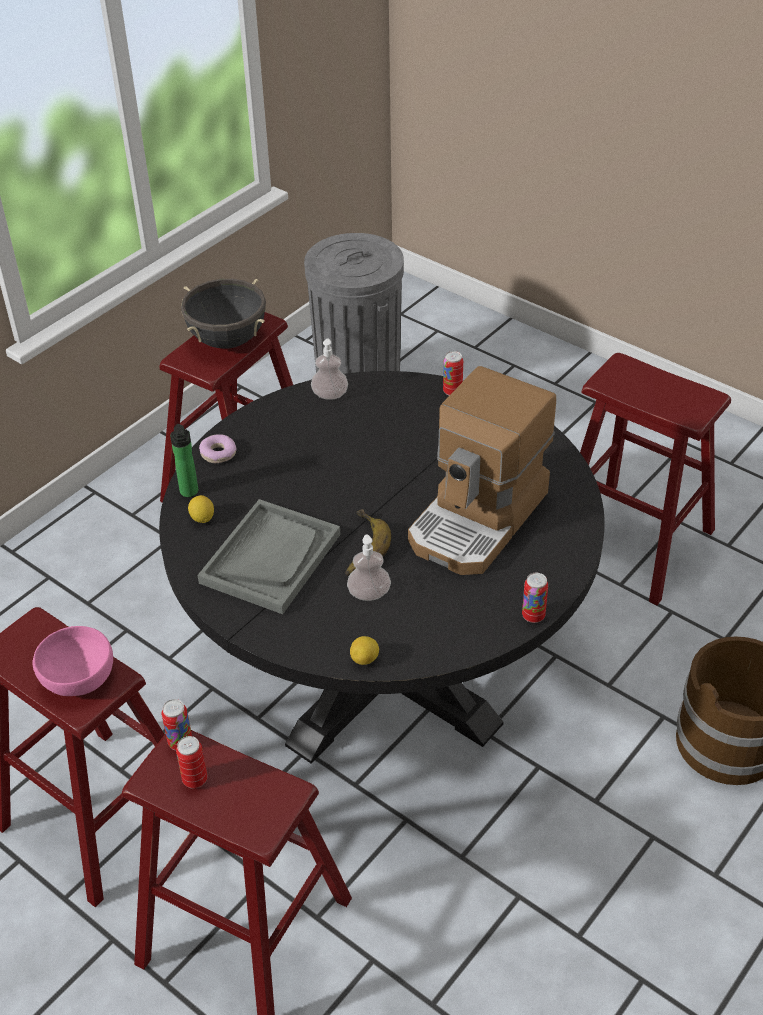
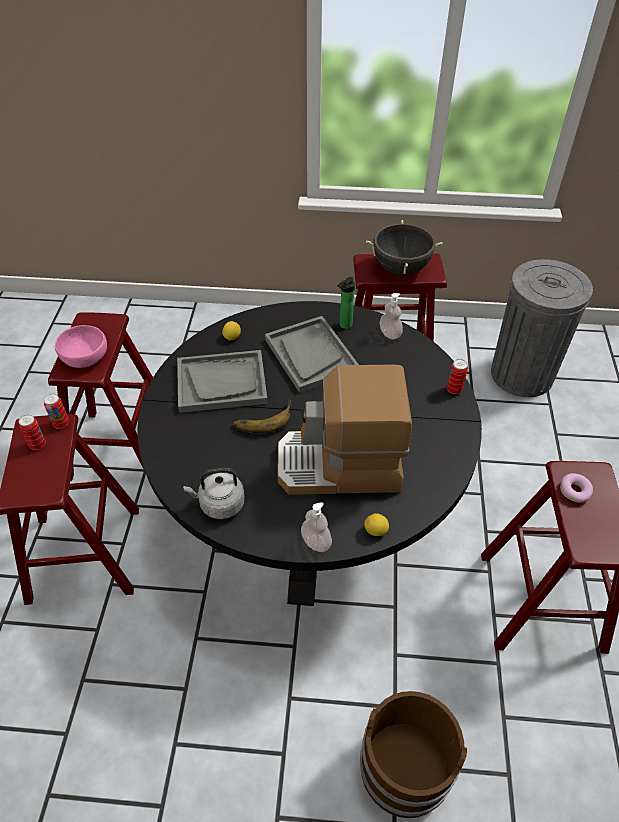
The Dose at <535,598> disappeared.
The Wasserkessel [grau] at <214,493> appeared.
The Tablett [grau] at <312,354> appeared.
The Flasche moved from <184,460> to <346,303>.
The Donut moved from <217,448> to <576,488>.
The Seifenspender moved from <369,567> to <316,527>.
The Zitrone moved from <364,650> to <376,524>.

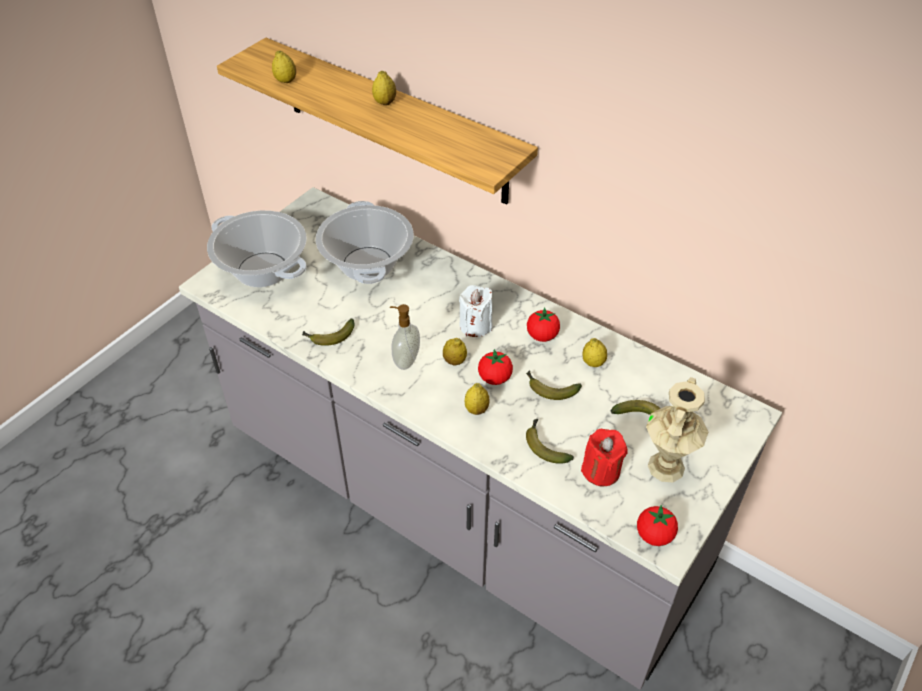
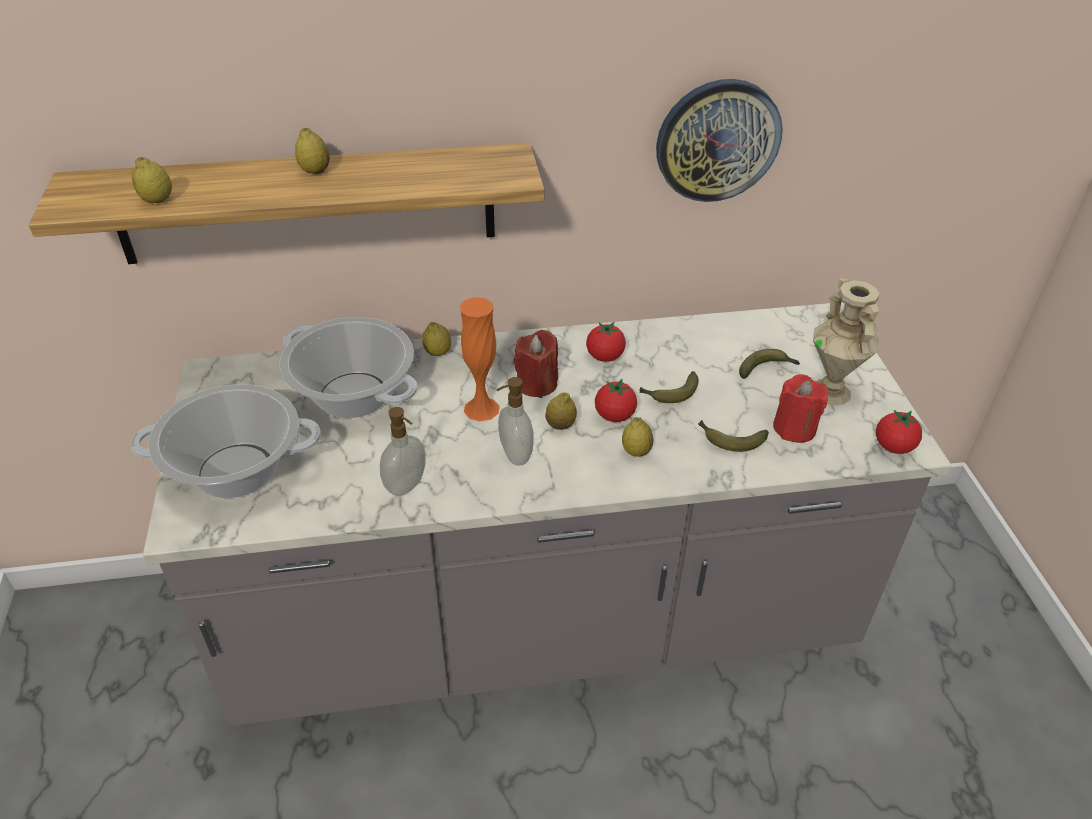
The Vase [orange] at <480,359> appeared.
The Wanduhr at <719,140> appeared.
The Zitrone moved from <594,352> to <436,339>.
The Banane at <328,332> was replaced by the Seifenspender at <403,451>.
The Kerze [weiß] at <476,311> became the Kerze [rot] at <535,364>.

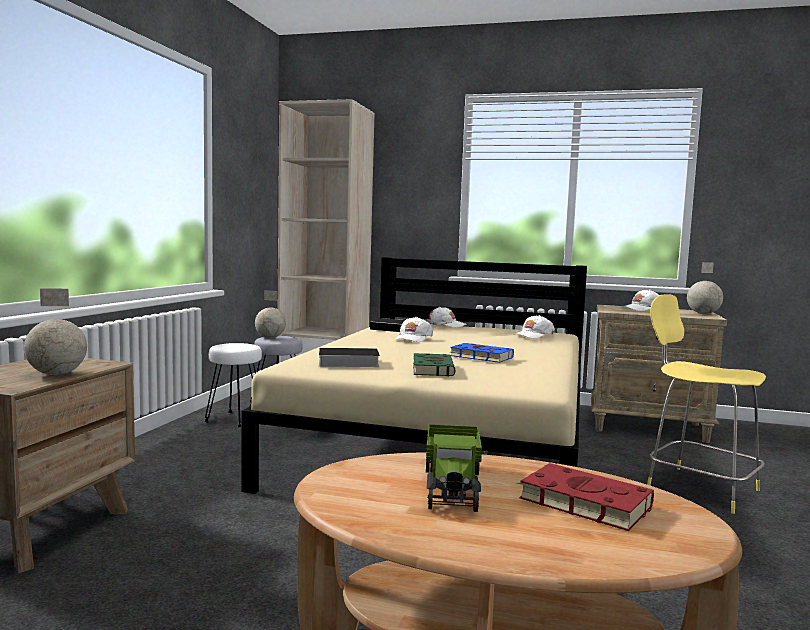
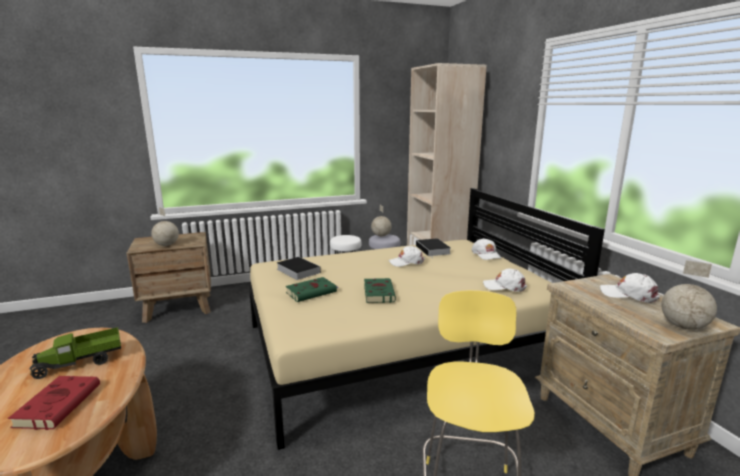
The Buch [blau] at <481,353> became the Buch [grün] at <380,290>.

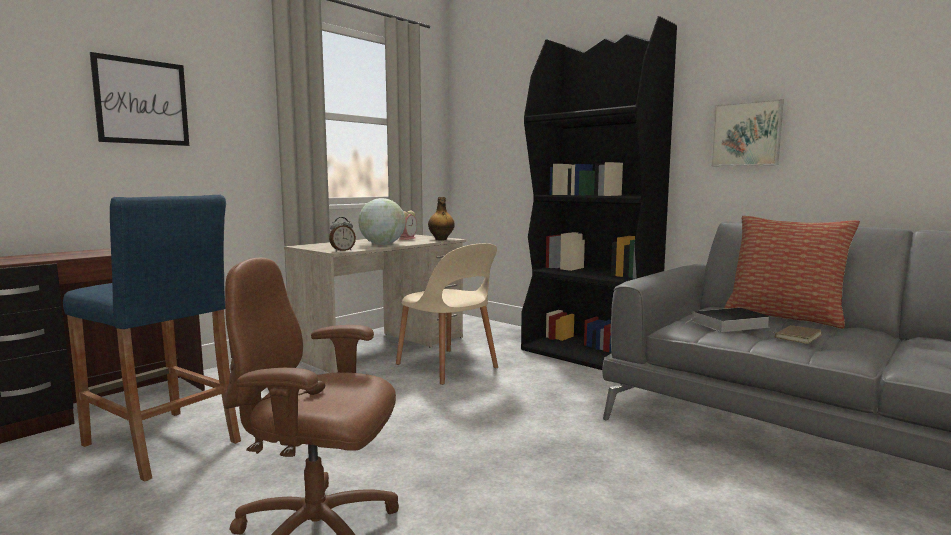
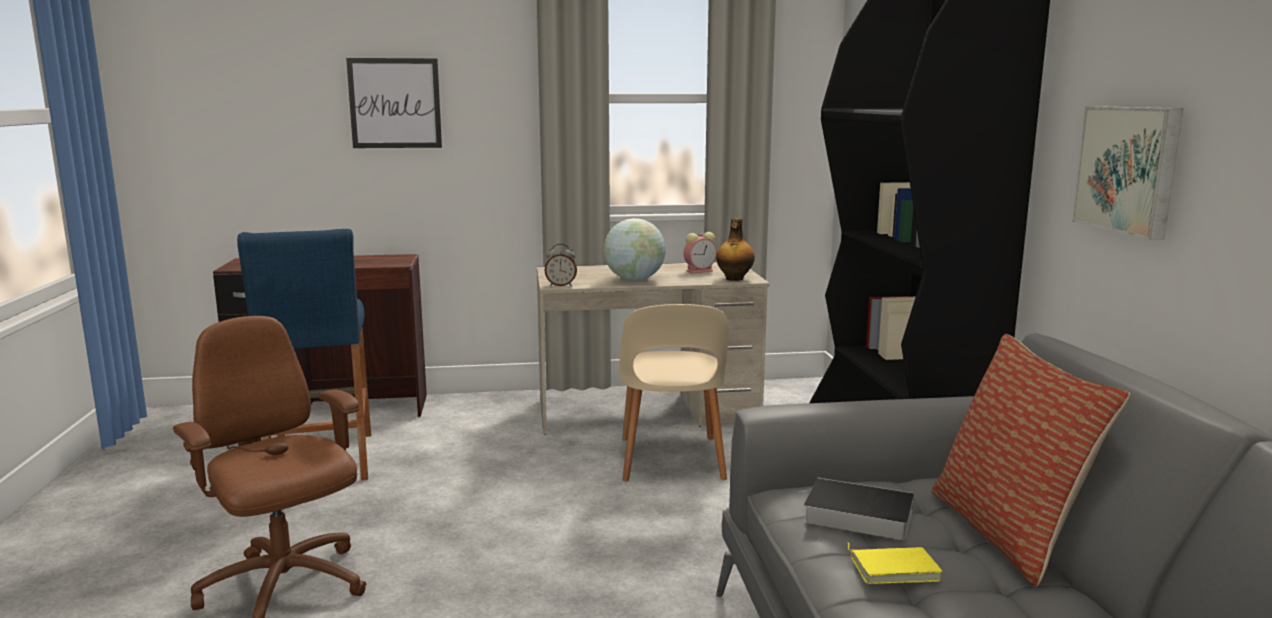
The Buch [braun] at <794,334> became the Buch [gelb] at <895,563>.

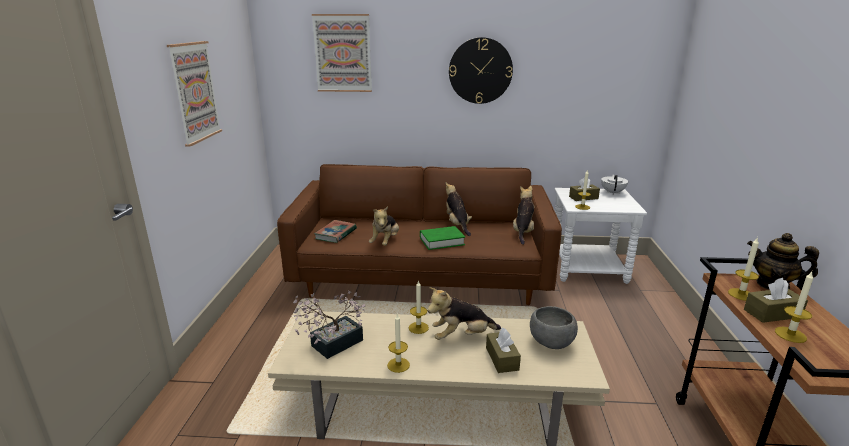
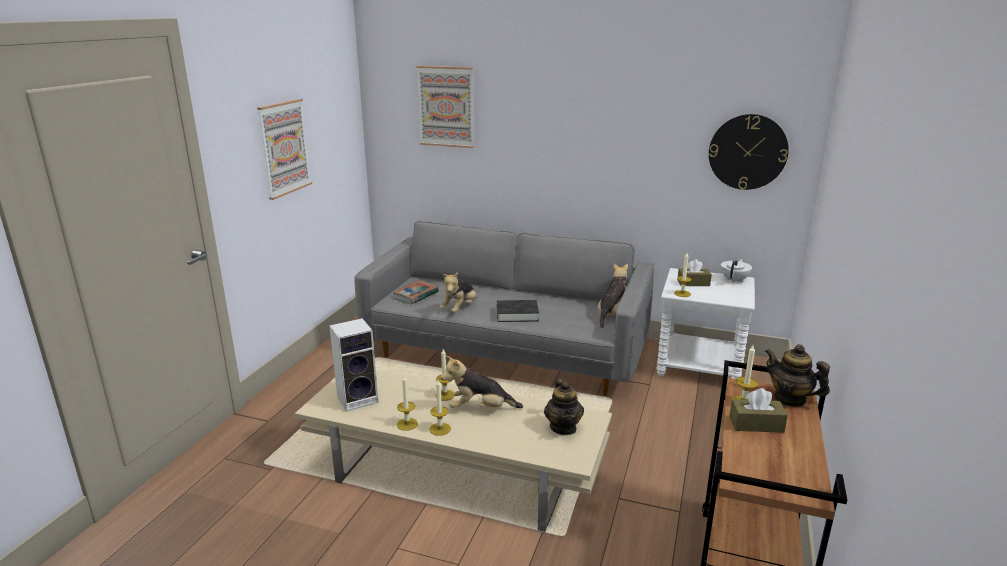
The Plüschtier at <458,209> disappeared.
The Taschentuchbox [braun] at <503,350> disappeared.
The Wanduhr moved from <481,70> to <749,152>.
The Kerze moved from <794,307> to <440,408>.
The Topfpflanze at <329,325> was replaced by the Lautsprecher at <354,365>.
The Schüssel [grau] at <554,327> was replaced by the Teekanne at <564,407>.
The Sofa [braun] at <419,234> became the Sofa [grau] at <504,308>.
The Buch [grün] at <442,238> became the Buch [schwarz] at <518,311>.

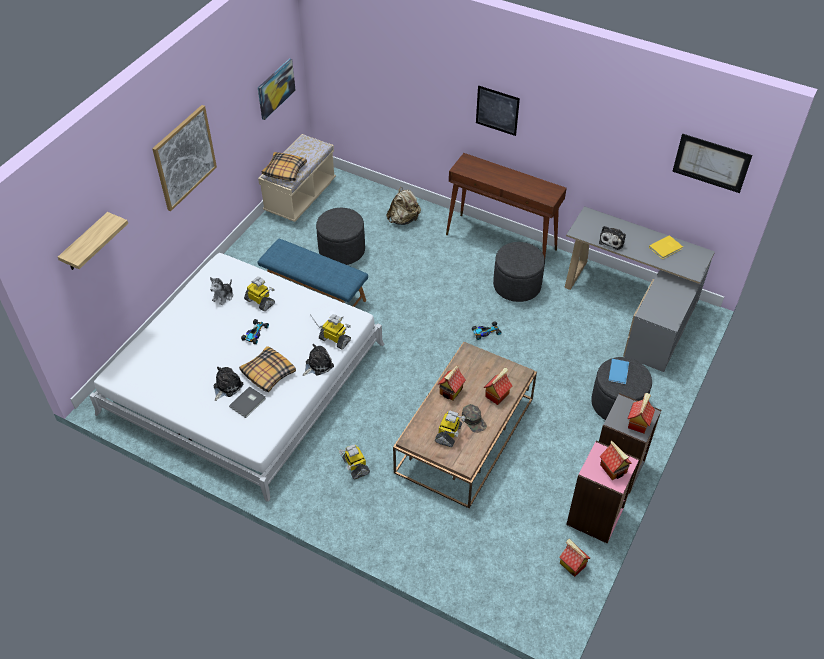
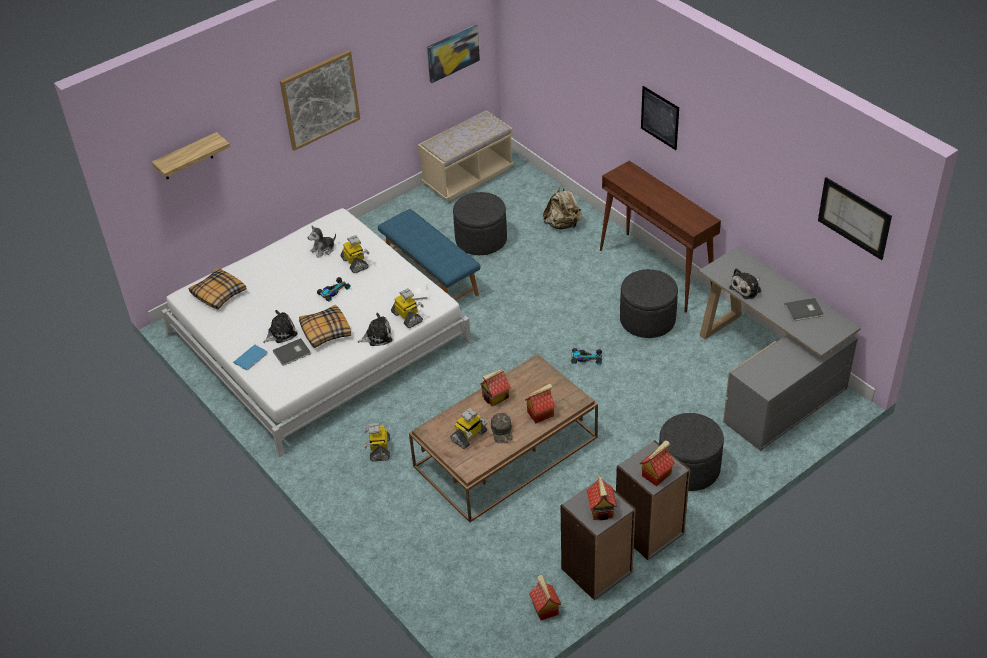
The Kissen moved from <284,166> to <218,288>.
The Buch [blau] moved from <618,371> to <250,358>.
The Bücherregal [rosa] at <602,492> became the Bücherregal [grau] at <598,541>.
The Buch [gelb] at <666,247> became the Buch [grau] at <804,309>.

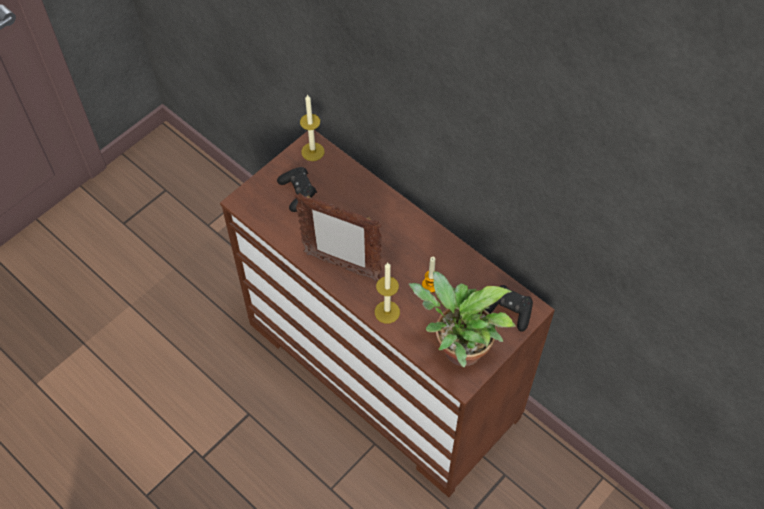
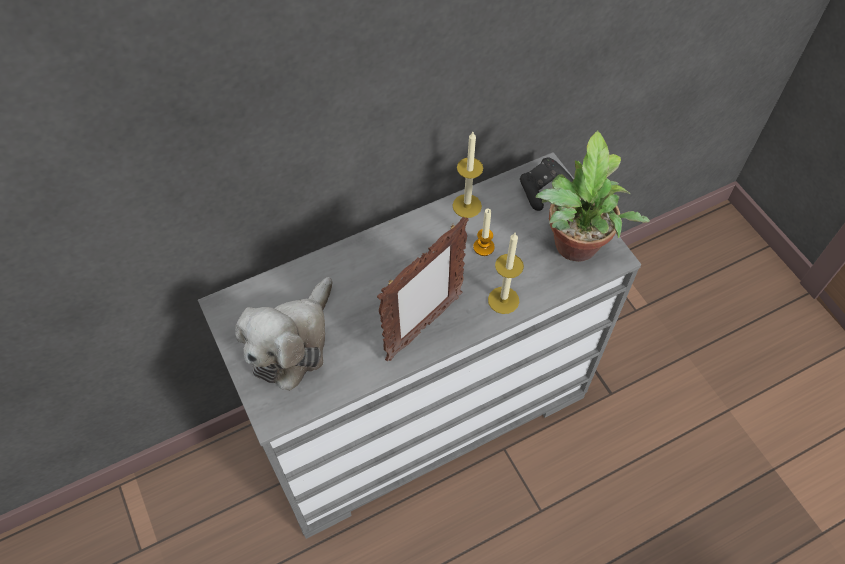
The Kerze moved from <312,127> to <467,175>.
The Gamepad [schwarz] at <297,189> was replaced by the Plüschtier at <284,334>.
The Kommode [braun] at <387,313> became the Kommode [grau] at <419,345>.

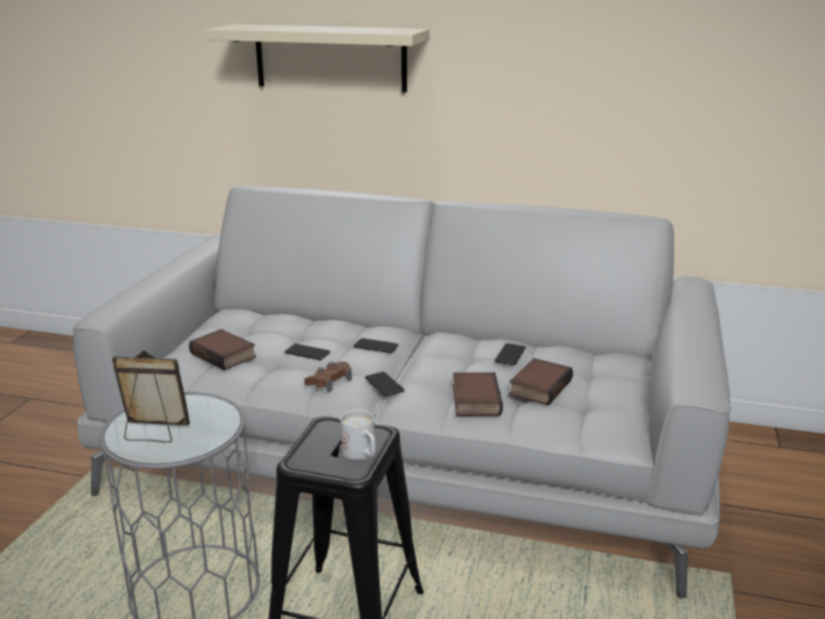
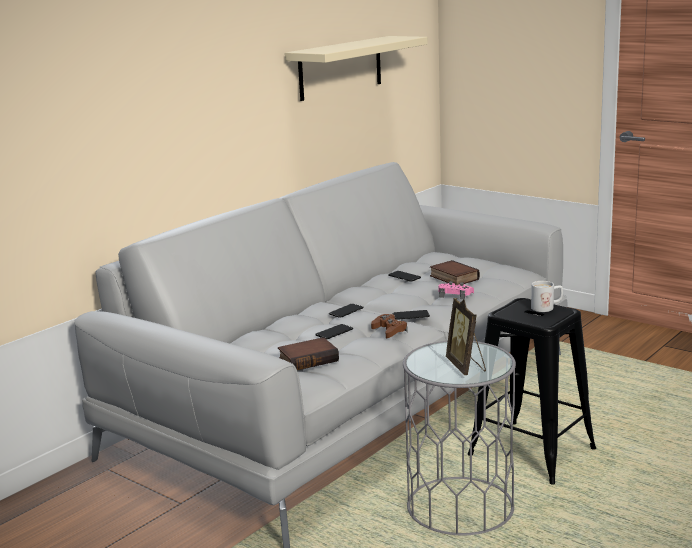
The Wandregal [beige] moved from <317,58> to <356,68>.
The Buch at <478,394> was replaced by the Gamepad [rosa] at <456,290>.
The Bilderrahmen at <151,396> turned 45 degrees counterclockwise.

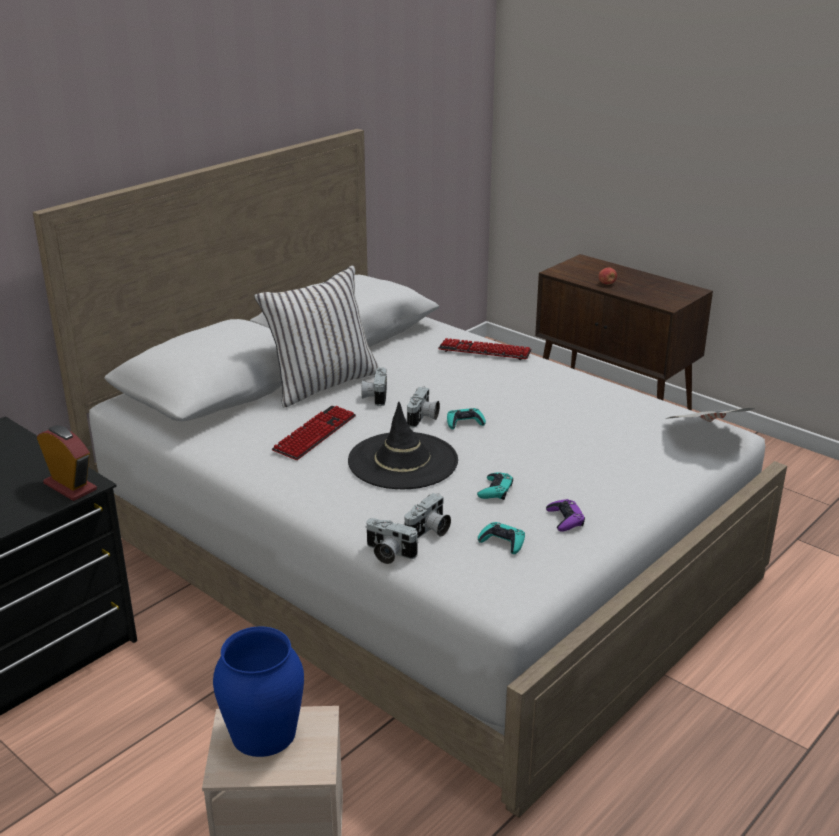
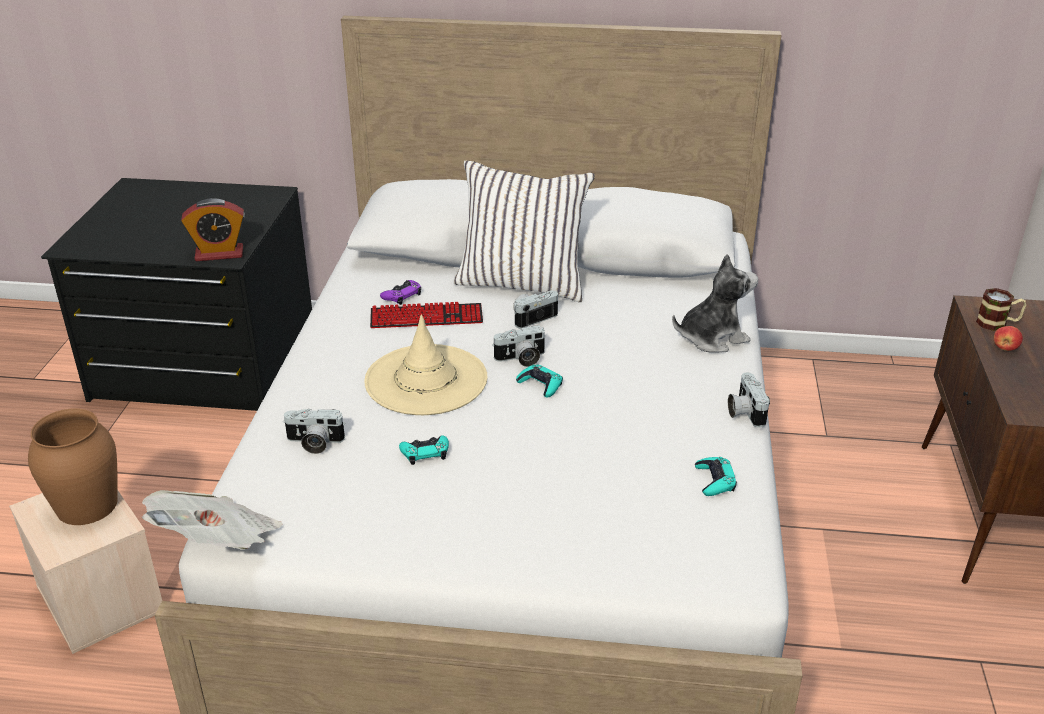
The Henkelbecher at <1001,309> appeared.
The Kamera moved from <392,541> to <749,400>.
The Gamepad [türkis] moved from <501,538> to <716,476>.
The Gamepad [lila] moved from <565,515> to <400,292>.
The Zeitung moved from <710,415> to <212,520>.
The Tastatur at <485,349> was replaced by the Plüschtier at <715,303>.
The Vase [blau] at <258,691> became the Vase [braun] at <73,466>.
The Hut [schwarz] at <403,445> became the Hut [beige] at <425,365>.
The Wecker at <67,463> turned 75 degrees clockwise.

